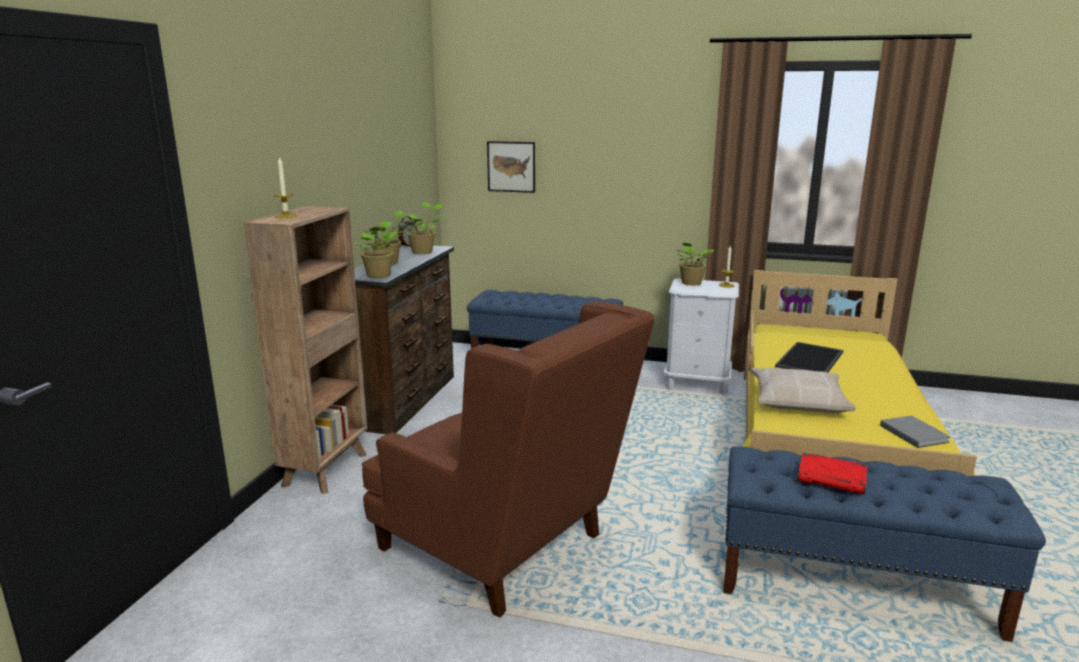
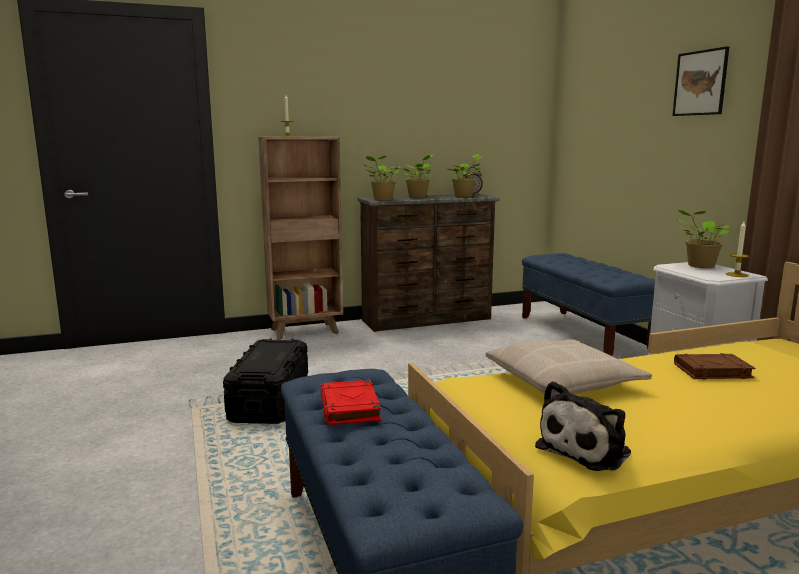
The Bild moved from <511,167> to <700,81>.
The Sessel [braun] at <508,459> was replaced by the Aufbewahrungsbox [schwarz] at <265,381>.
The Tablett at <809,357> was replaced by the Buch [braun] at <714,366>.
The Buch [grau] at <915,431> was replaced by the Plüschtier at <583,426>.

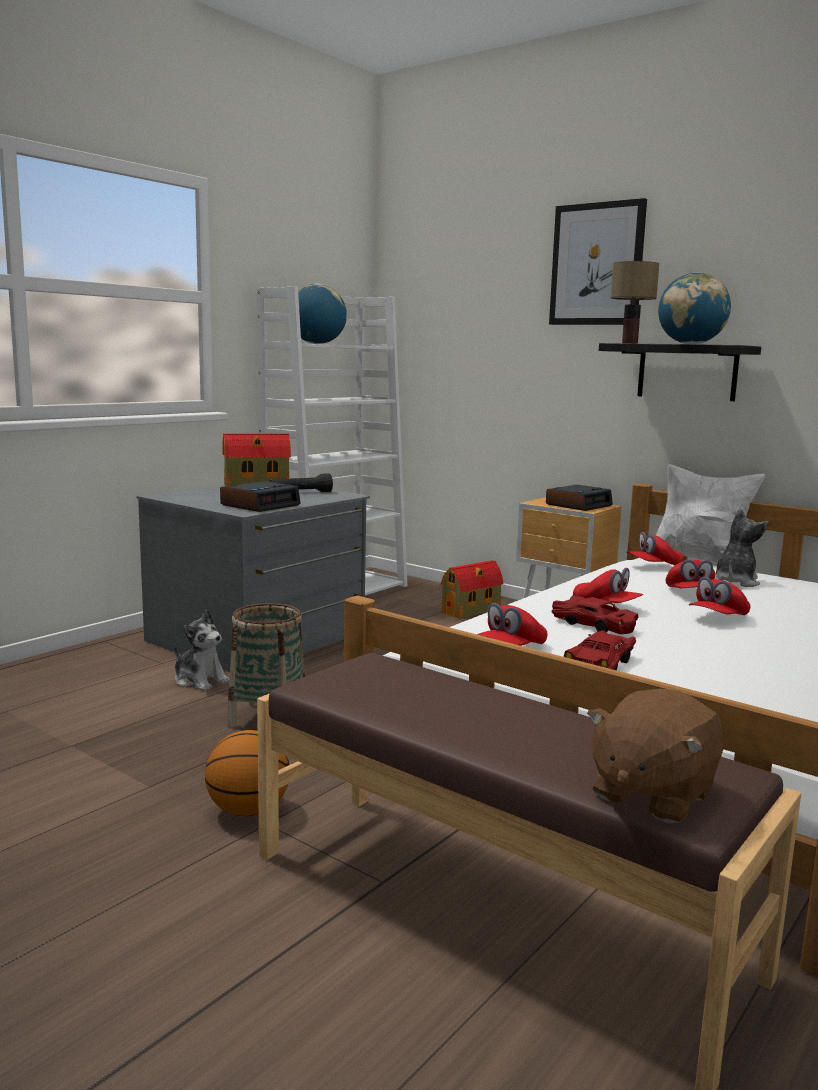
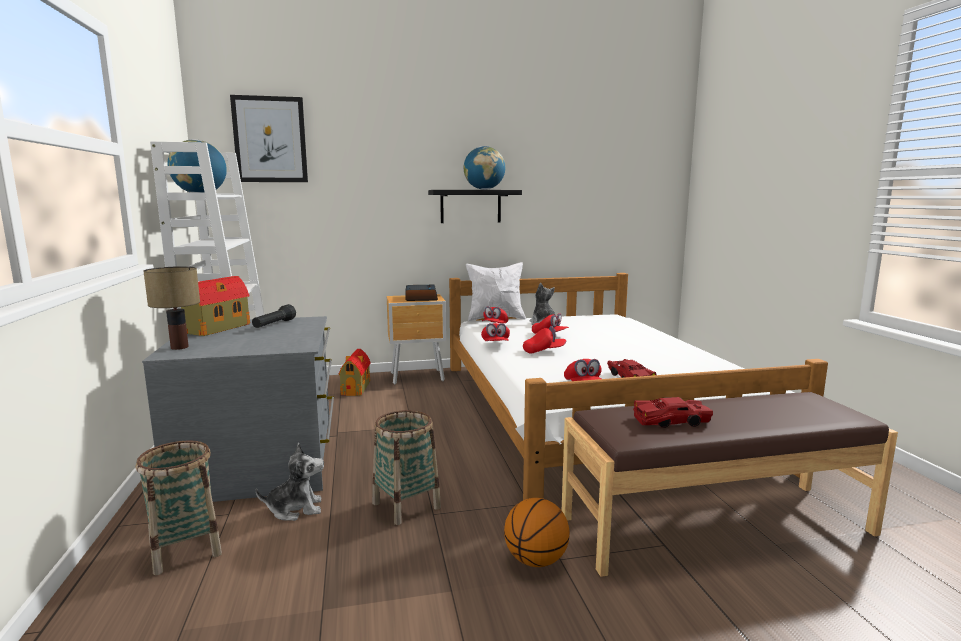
The Wecker at <260,496> disappeared.
The Plüschtier [braun] at <655,756> disappeared.
The Korb at <179,507> appeared.
The Bild moved from <598,261> to <269,138>.
The Spielzeugauto [rot] moved from <595,614> to <673,412>.
The Tischlampe moved from <635,302> to <171,308>.
The Kappe [rot] moved from <719,596> to <495,332>.

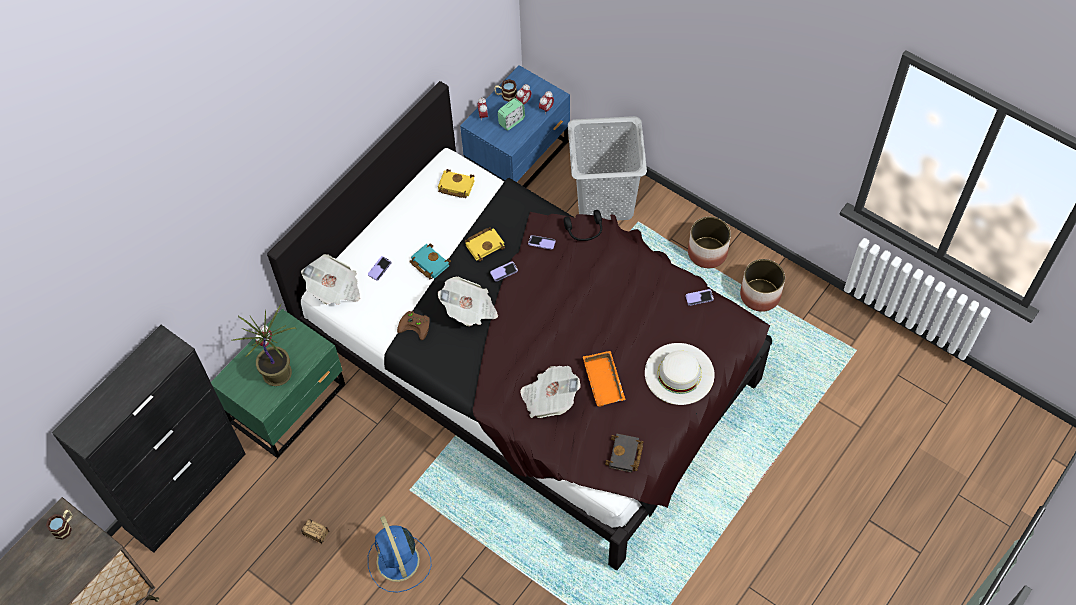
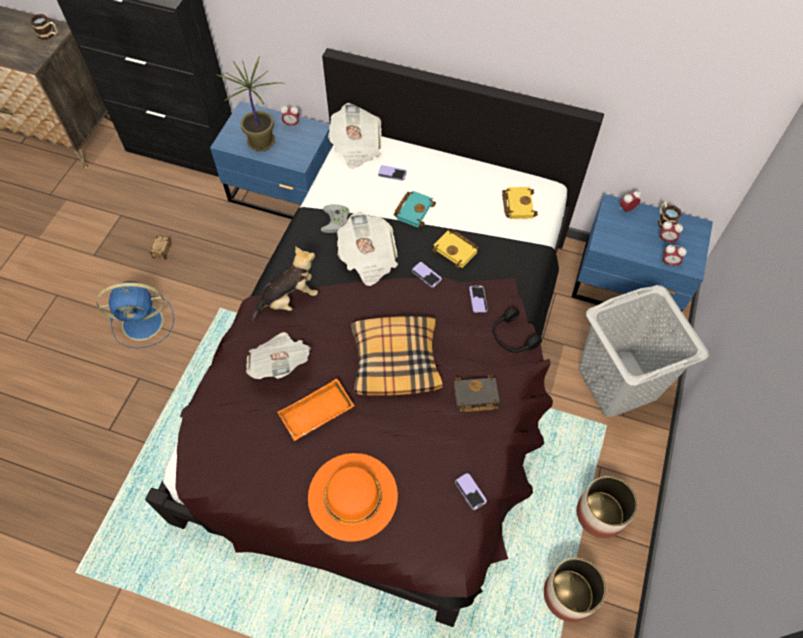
The Wecker at <511,114> disappeared.
The Plüschtier at <284,283> appeared.
The Kissen at <397,356> appeared.
The Buch [schwarz] moved from <624,453> to <477,393>.
The Nachttisch [grün] at <278,383> became the Nachttisch [blau] at <271,160>.
The Gamepad [braun] at <413,325> became the Gamepad [grau] at <335,218>.
The Hut [weiß] at <680,374> became the Hut [orange] at <353,497>.
The Ventilator [blau] at <399,554> turned 150 degrees counterclockwise.

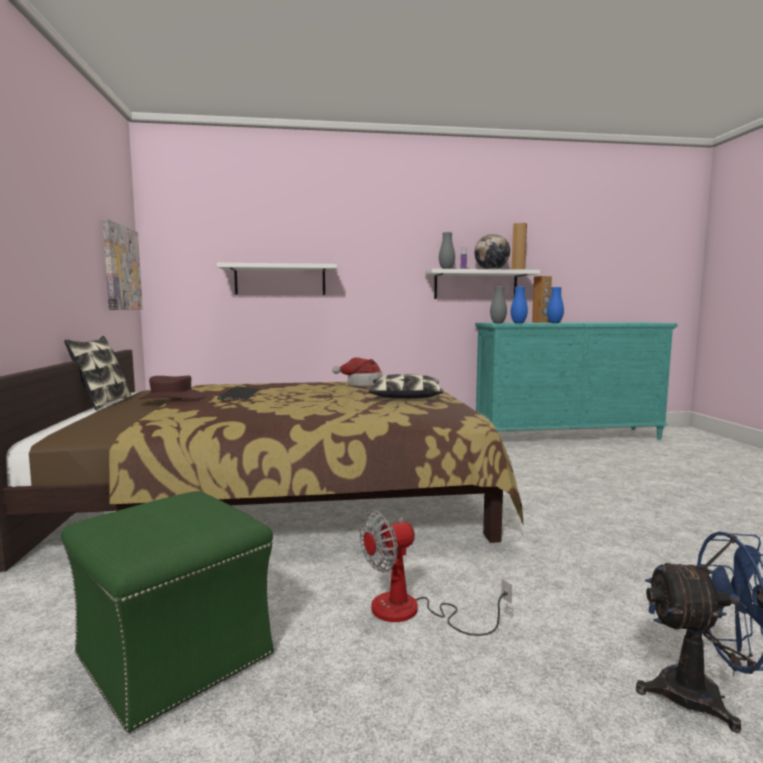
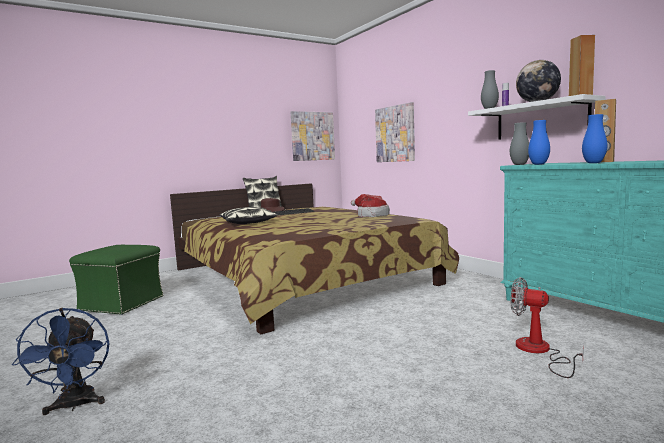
The Ventilator moved from <436,573> to <547,327>.
The Kissen moved from <405,386> to <248,215>.
The Wandregal [weiß] at <277,279> was replaced by the Bild at <395,132>.

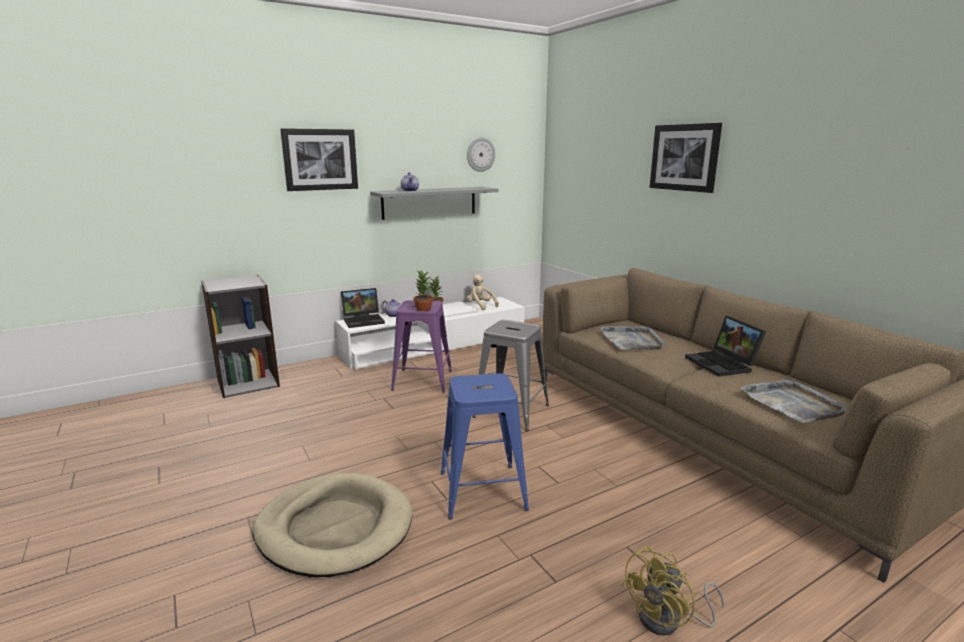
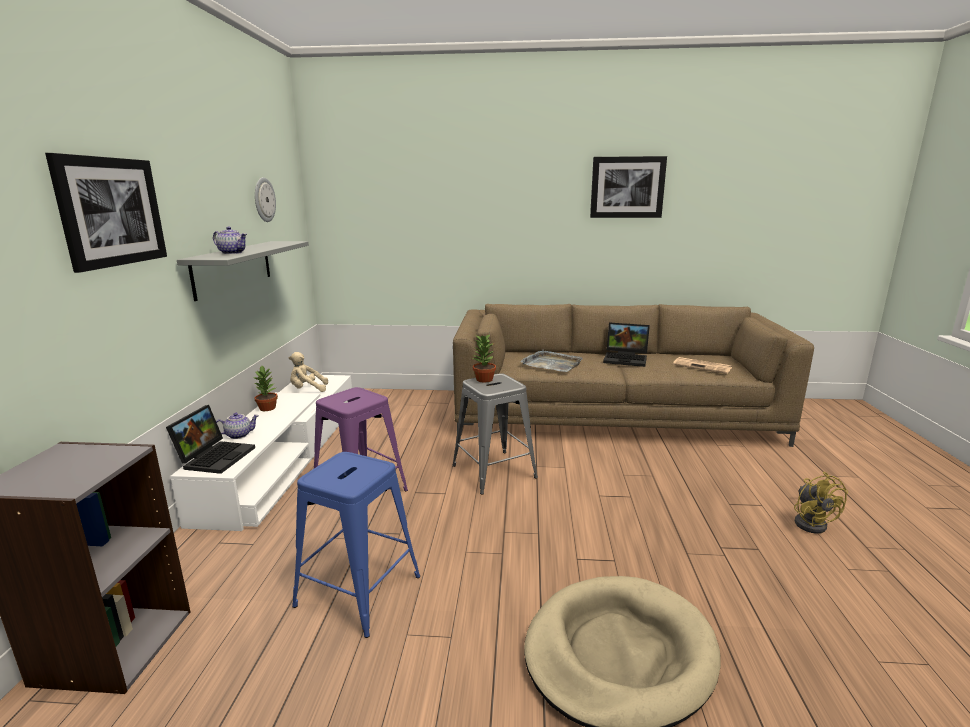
The Topfpflanze moved from <424,290> to <484,358>.
The Hocker [blau] moved from <485,446> to <356,545>.
The Bild moved from <686,158> to <628,187>.
The Tablett [grau] at <794,401> was replaced by the Zeitung at <702,365>.

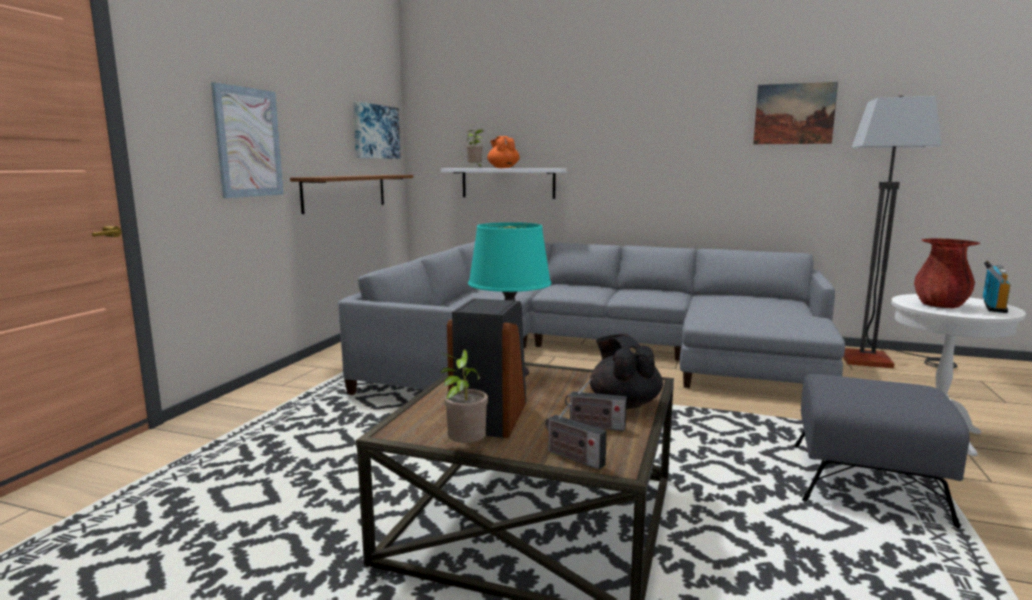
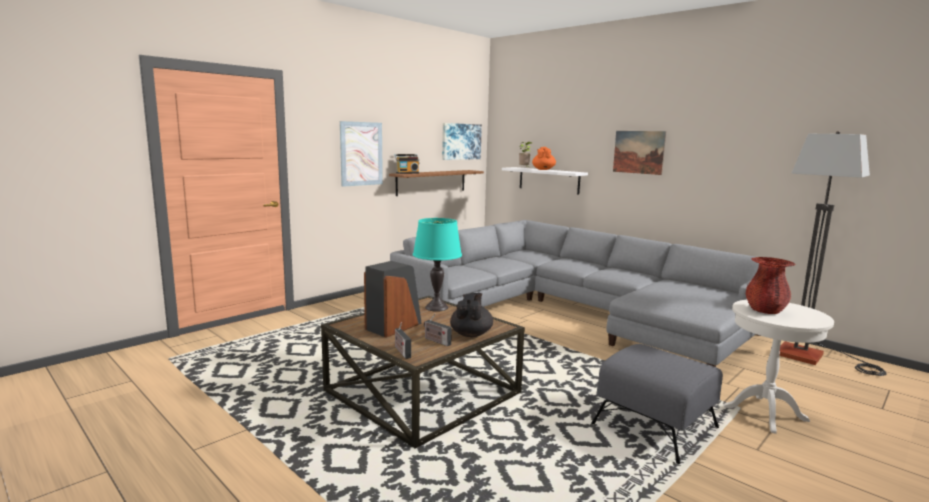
The Topfpflanze at <464,396> disappeared.
The Bild moved from <795,113> to <639,153>.
The Radio moved from <996,286> to <406,164>.

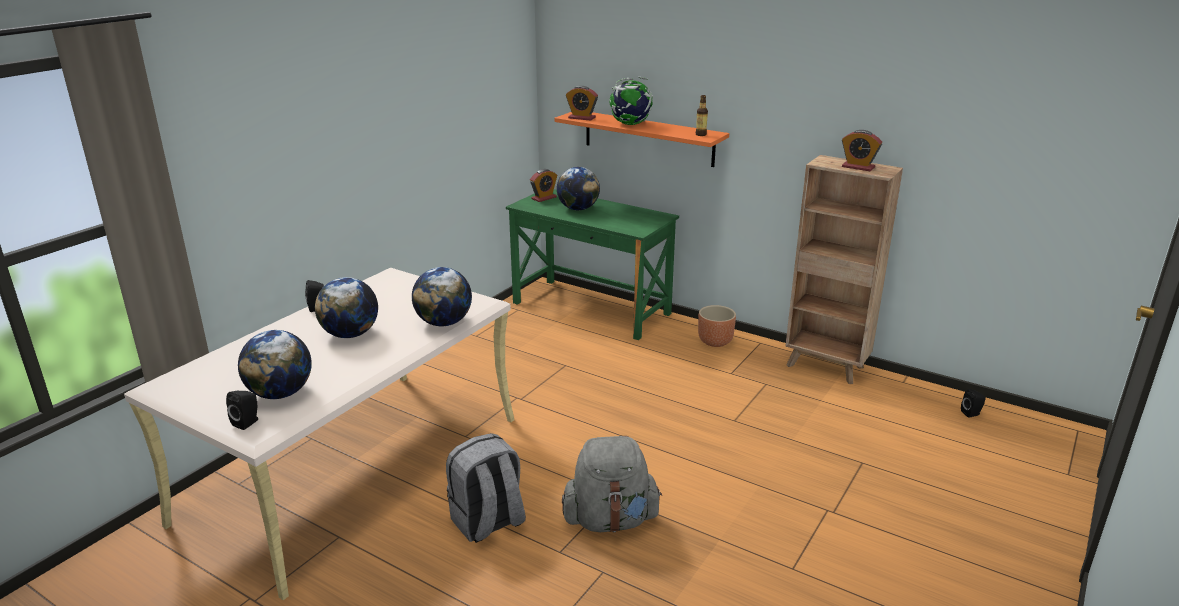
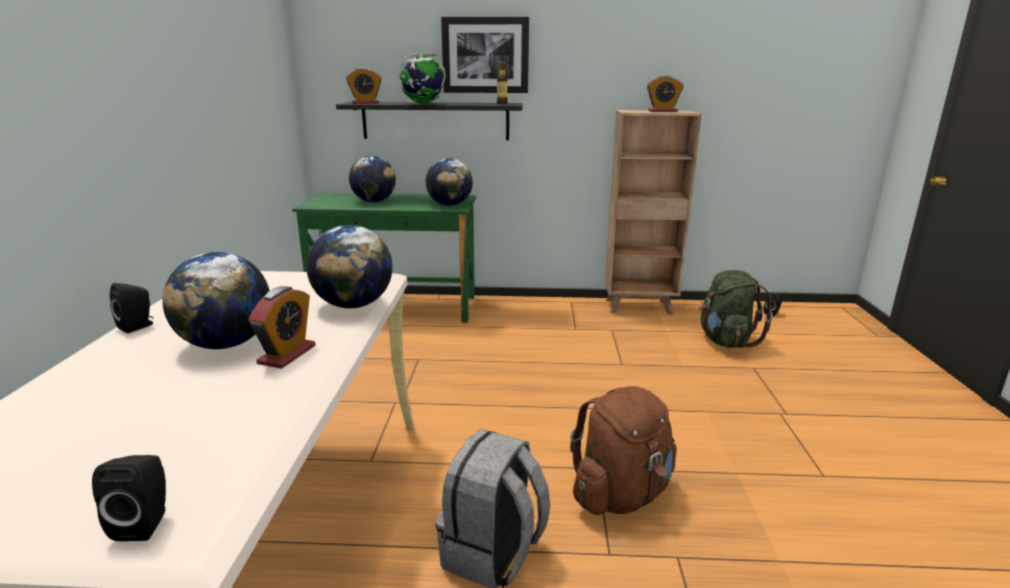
The Pflanzkübel [braun] at <717,326> disappeared.
The Bild at <485,55> appeared.
The Rucksack [grün] at <736,309> appeared.
The Globus moved from <275,364> to <449,182>.
The Wecker moved from <543,185> to <282,327>.
The Wandregal [orange] at <641,139> became the Wandregal [schwarz] at <429,121>.
The Rucksack [grau] at <612,484> became the Rucksack [braun] at <623,450>.

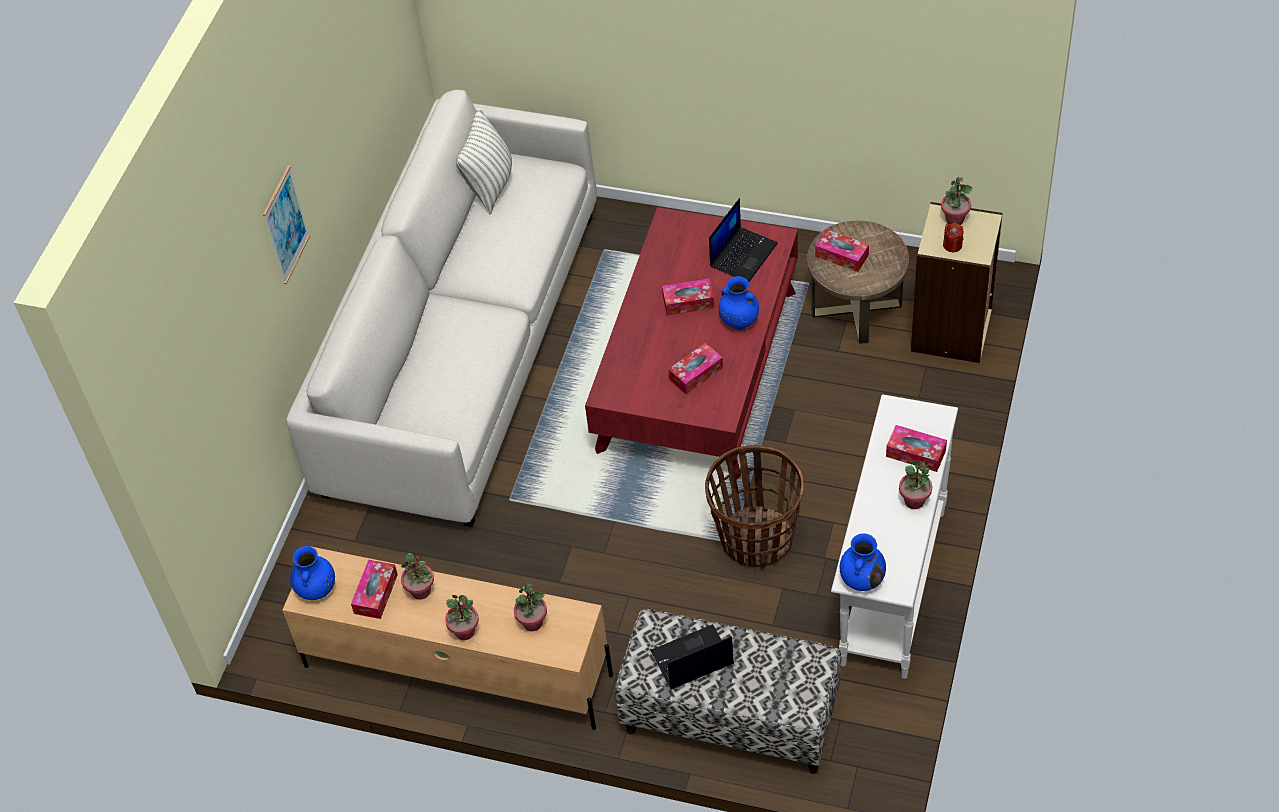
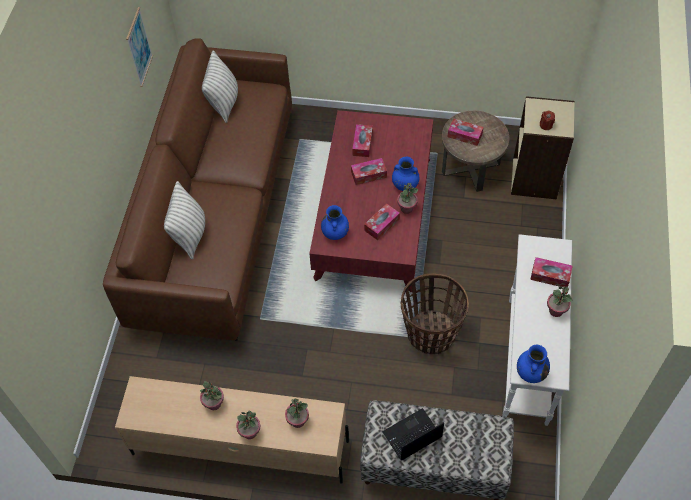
The Laptop at <743,240> disappeared.
The Kissen at <184,220> appeared.
The Bild moved from <286,224> to <139,47>.
The Vase [blau] moved from <312,573> to <335,222>.
The Taschentuchbox moved from <374,589> to <362,140>.
The Topfpflanze moved from <957,201> to <407,198>.
The Sofa [weiß] at <442,308> became the Sofa [braun] at <197,189>.

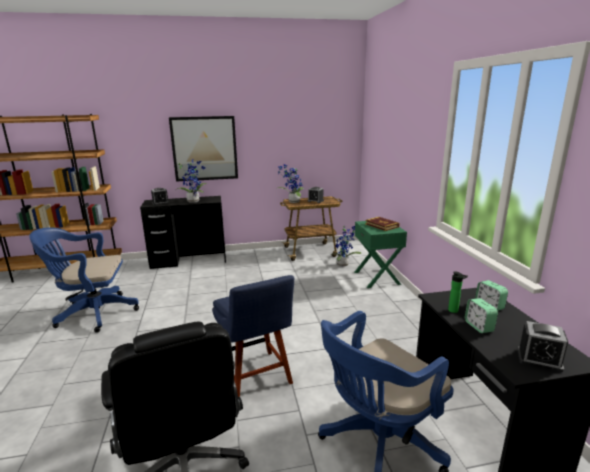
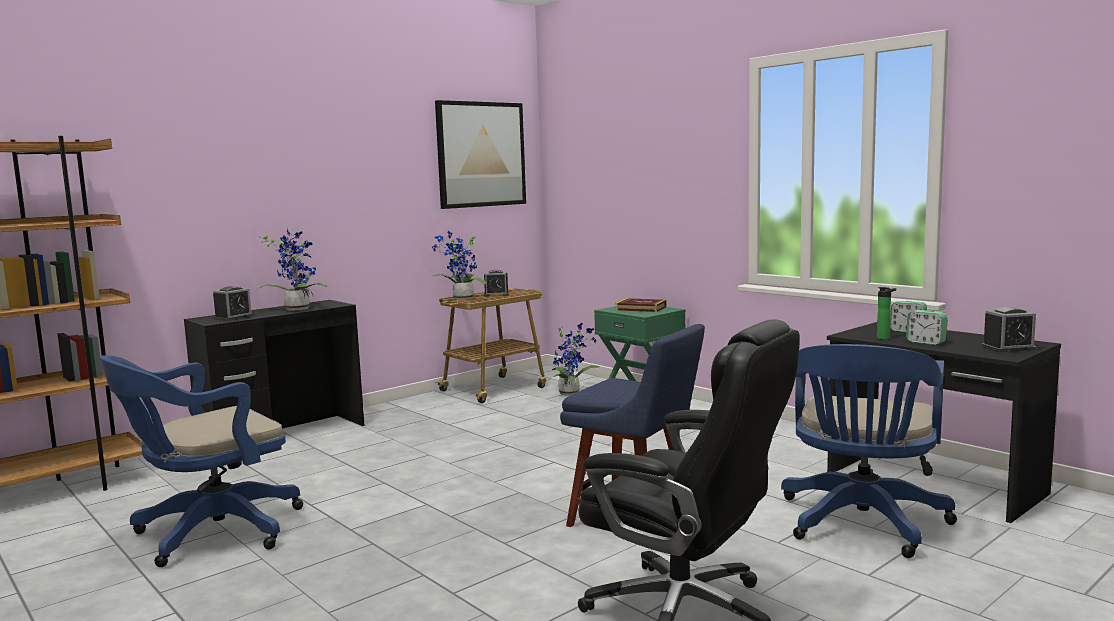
The Bild moved from <203,149> to <480,154>.

